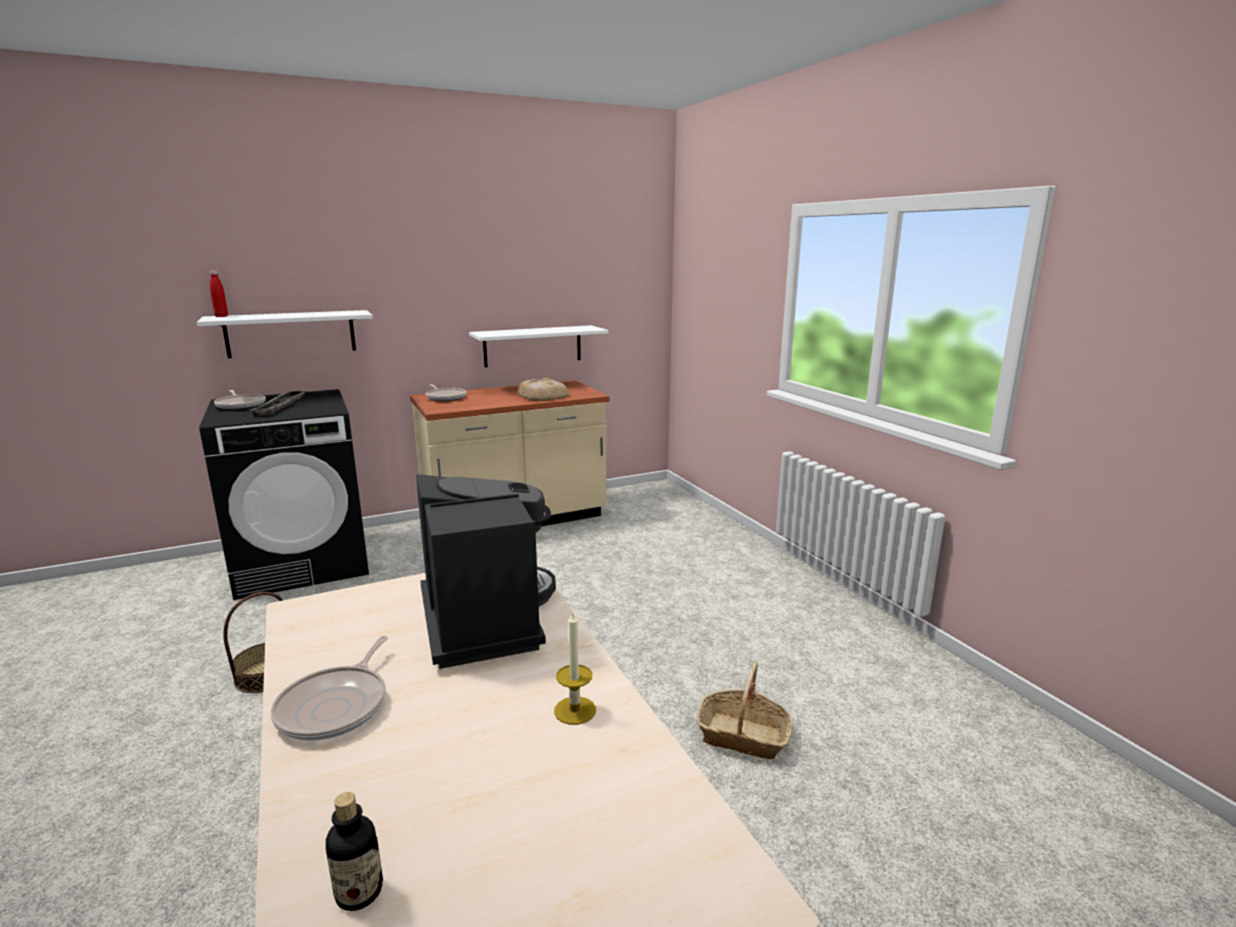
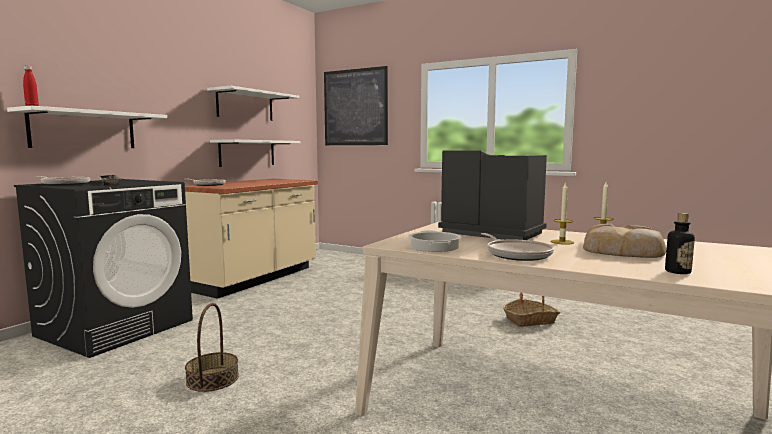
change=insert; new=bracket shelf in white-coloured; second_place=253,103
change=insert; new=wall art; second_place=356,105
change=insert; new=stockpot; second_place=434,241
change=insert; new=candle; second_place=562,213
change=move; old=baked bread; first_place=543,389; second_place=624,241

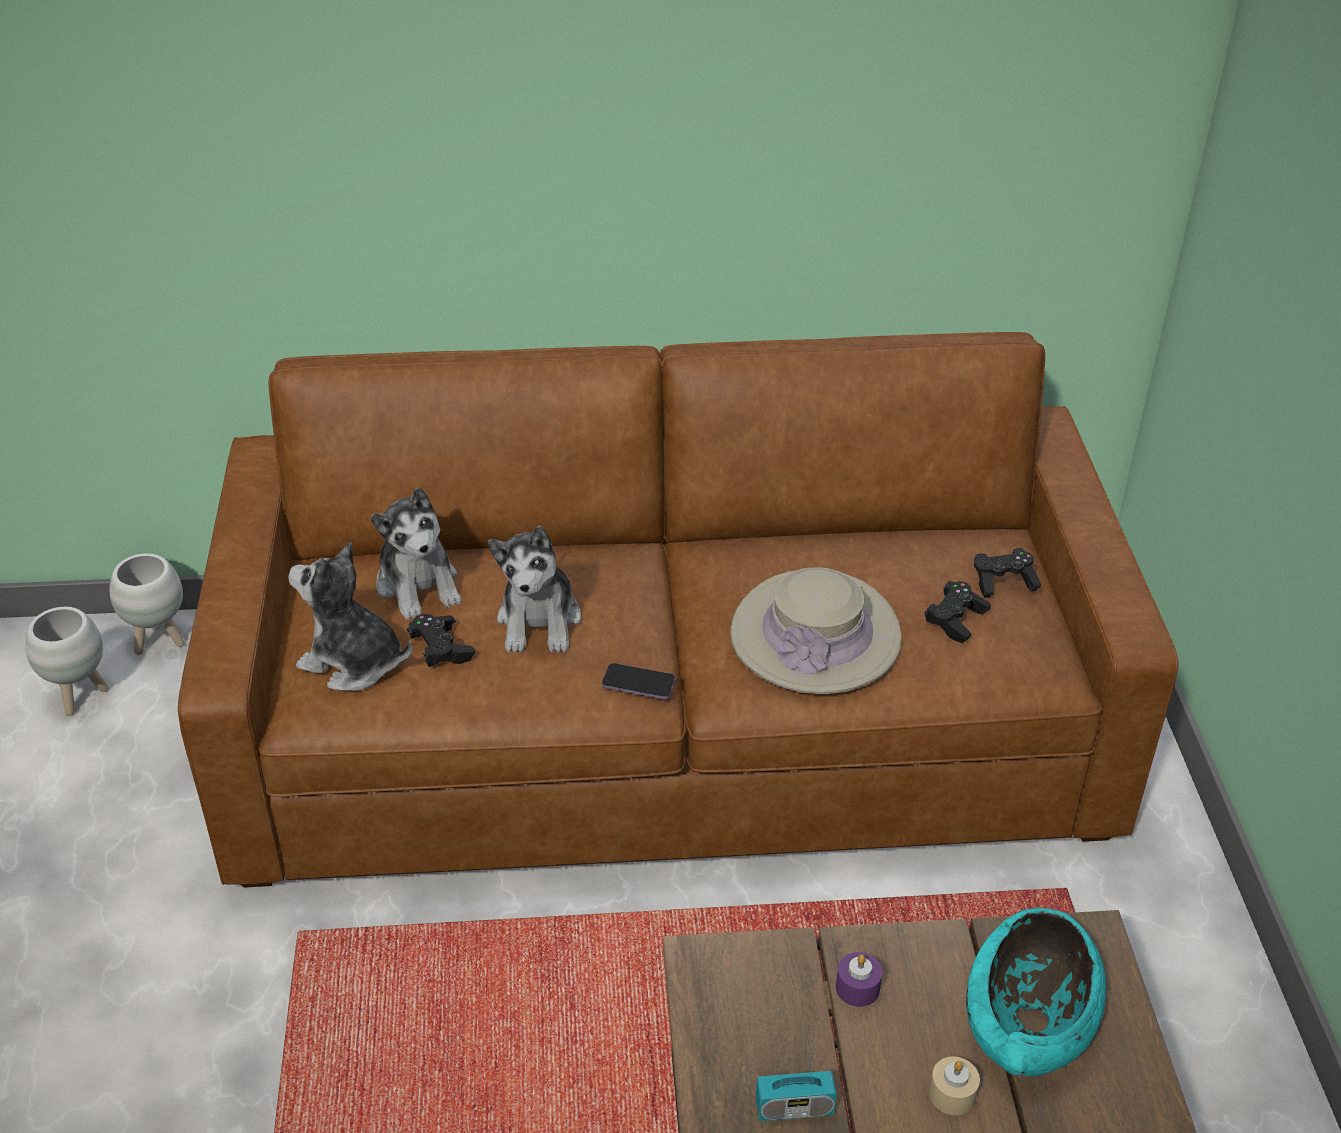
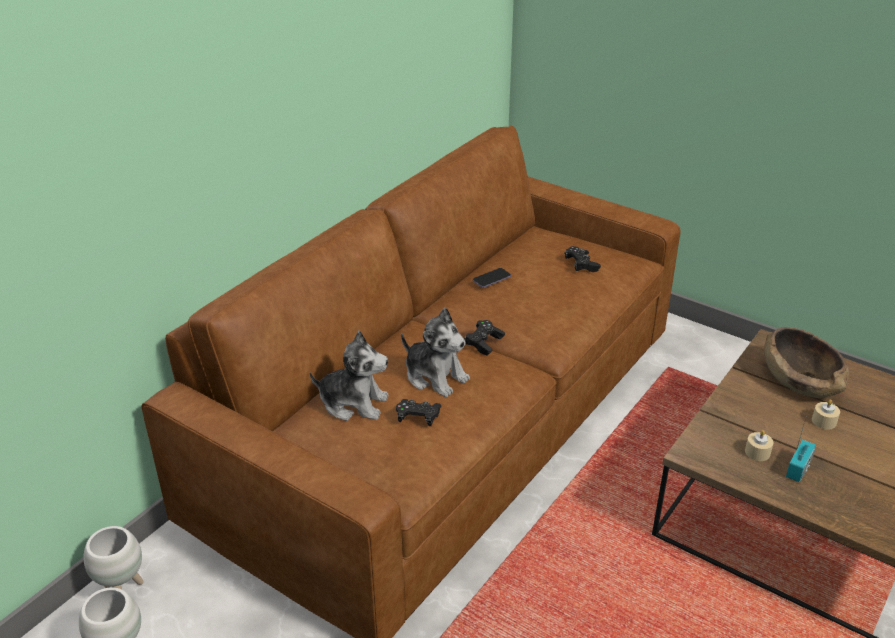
change=delete; old=soft toy; first_place=350,616
change=delete; old=wearable hat in beige; first_place=816,630
change=delete; old=candle in purple-coloured; first_place=859,979
change=insert; new=candle in beige; second_place=759,445
change=move; old=phone; first_place=639,681; second_place=492,278
change=move; old=gamepad in blackish; first_place=1007,573; second_place=484,338
change=recolor; old=deep dish in blue-green; new=deep dish in brownish; first_place=1036,992; second_place=806,362

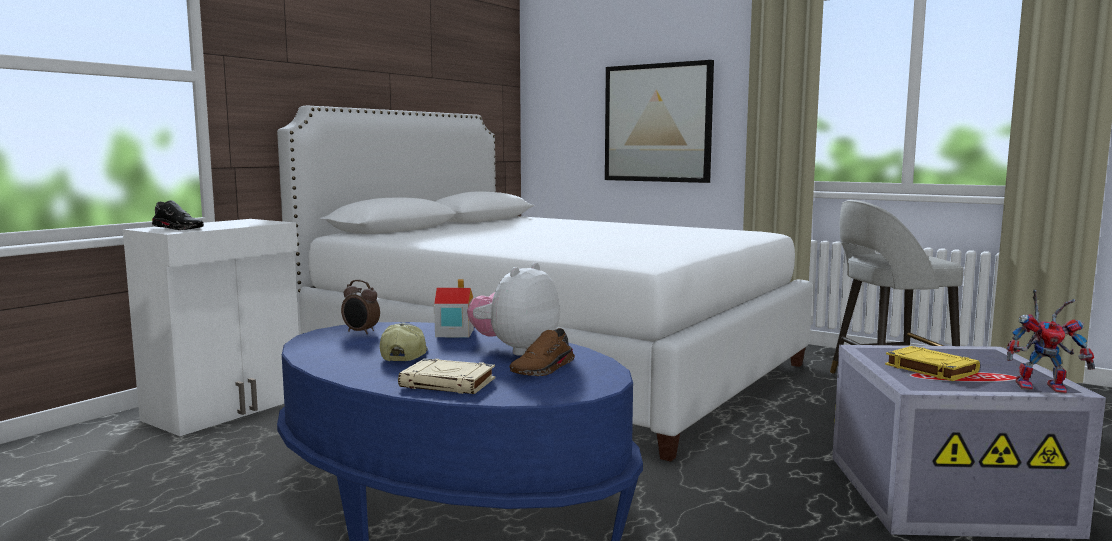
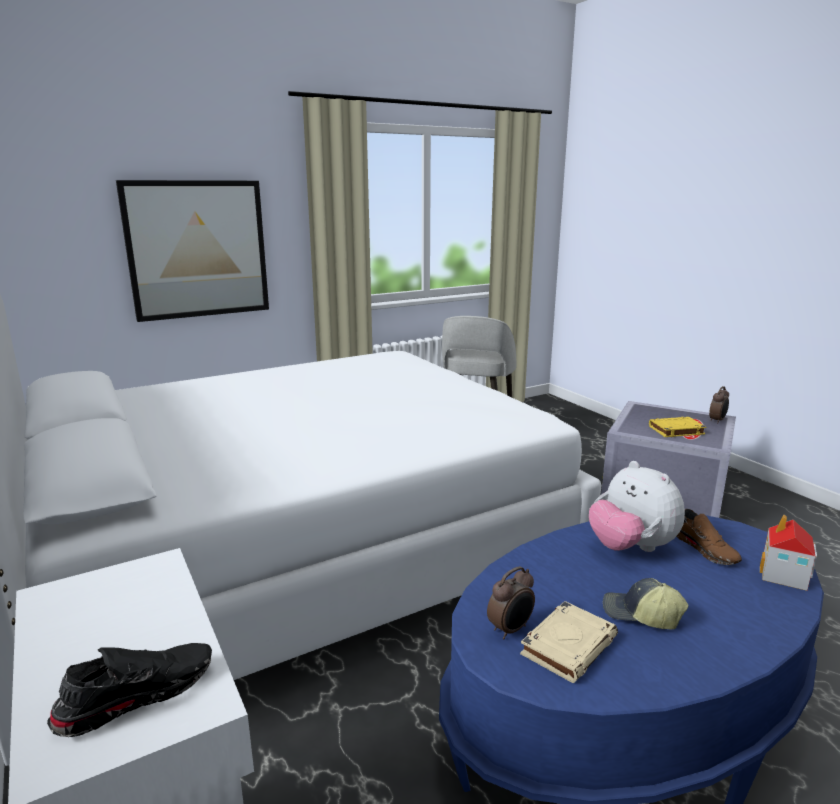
change=move; old=bound book in beige; first_place=446,376; second_place=569,642
change=move; old=miniature house; first_place=453,308; second_place=788,553
change=replace; old=robot figure; new=bedside clock; first_place=1051,341; second_place=719,405

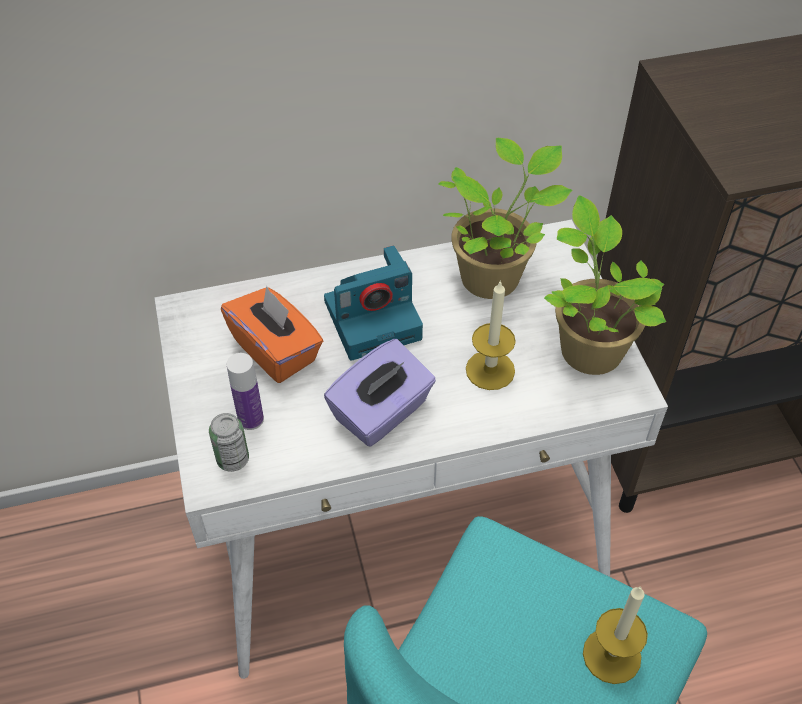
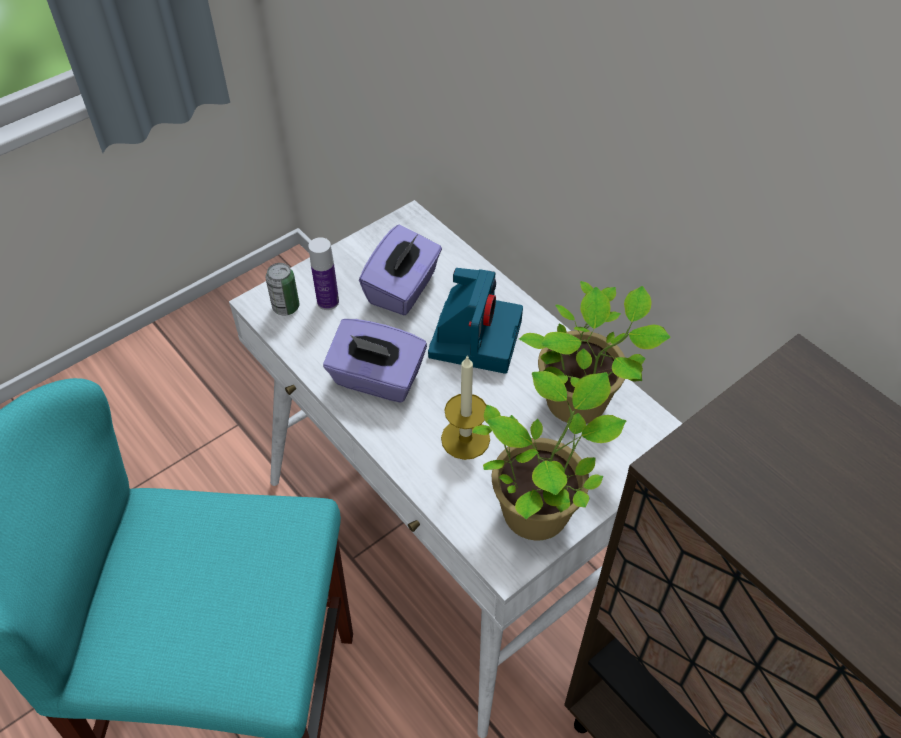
change=delete; old=candle; first_place=615,635
change=recolor; old=tissue holder in orange; new=tissue holder in purple-coloured; first_place=272,334; second_place=400,269
change=rotate; old=still camera; first_place=373,303; second_place=475,321; degrees=-120

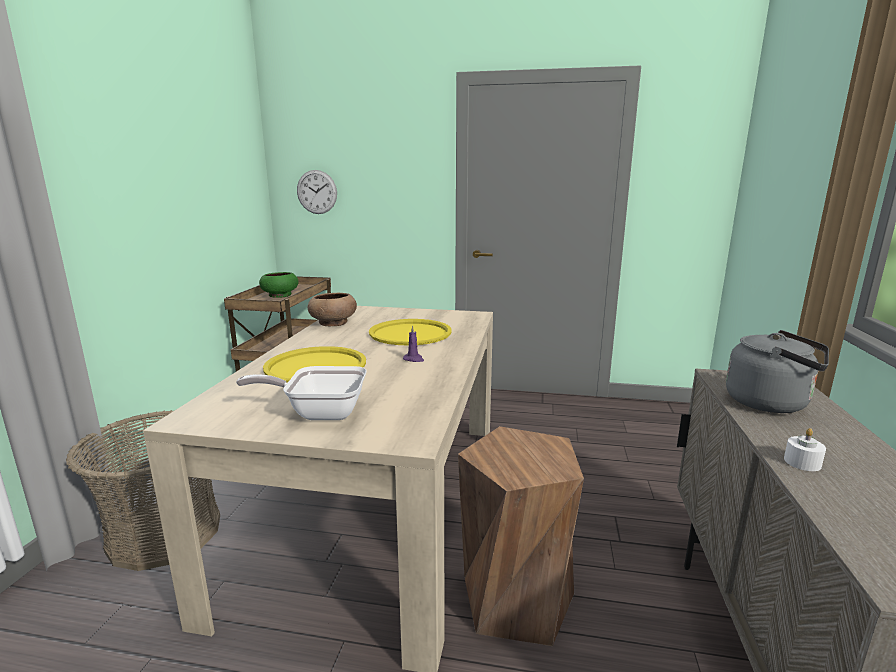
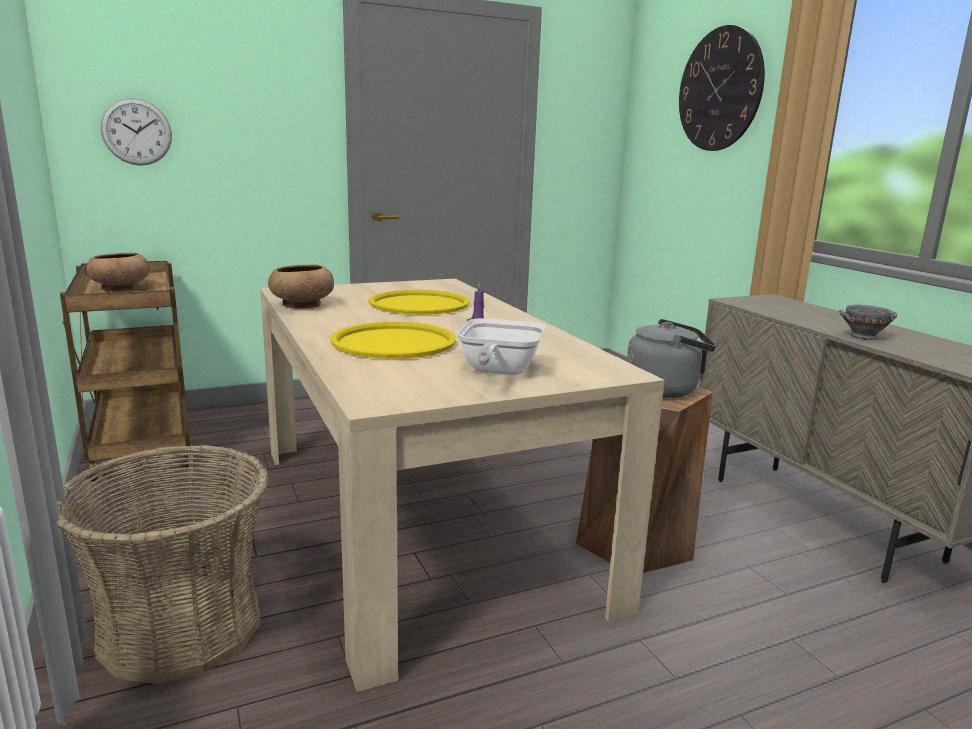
change=insert; new=clock on the wall; second_place=722,88
change=move; old=kettle in gray; first_place=777,371; second_place=671,358
change=replace; old=candle in white-coloured; new=deep dish in gray; first_place=805,449; second_place=868,322
change=recolor; old=deep dish in greenish; new=deep dish in brownish; first_place=279,285; second_place=118,272
change=rotate; old=frying pan; first_place=301,393; second_place=501,347; degrees=-45

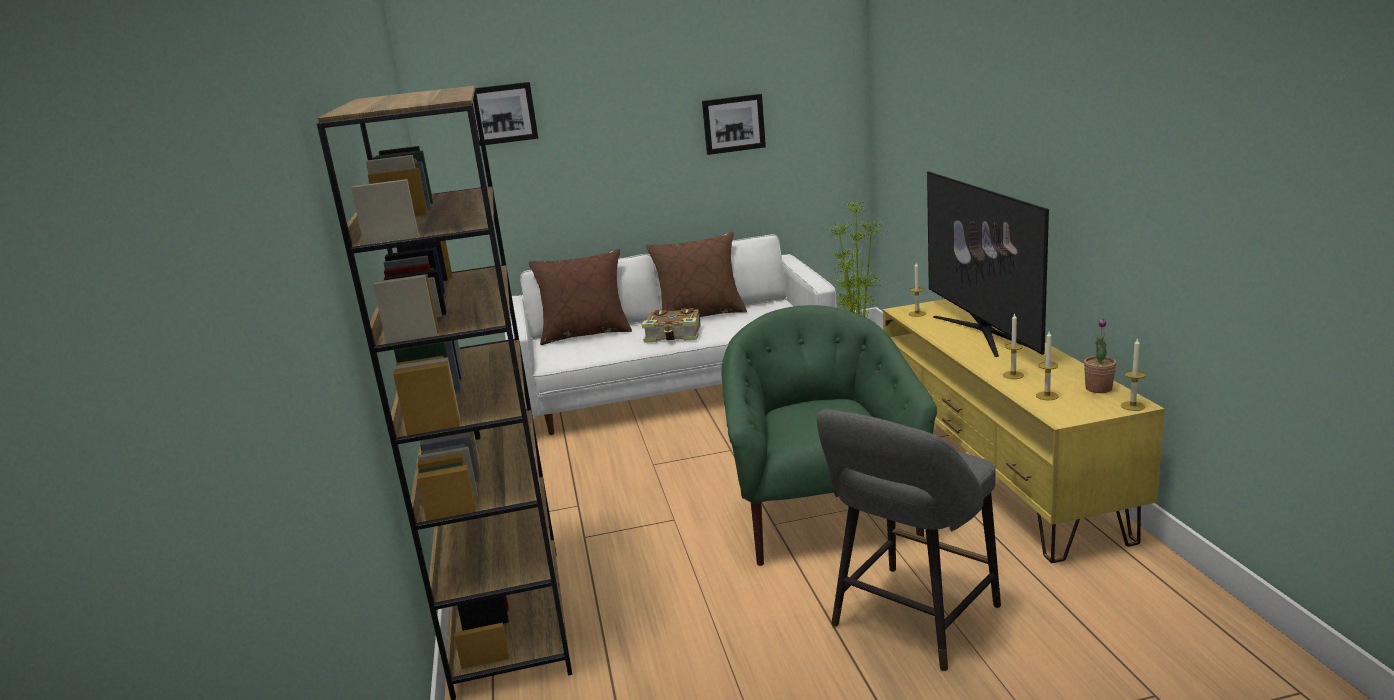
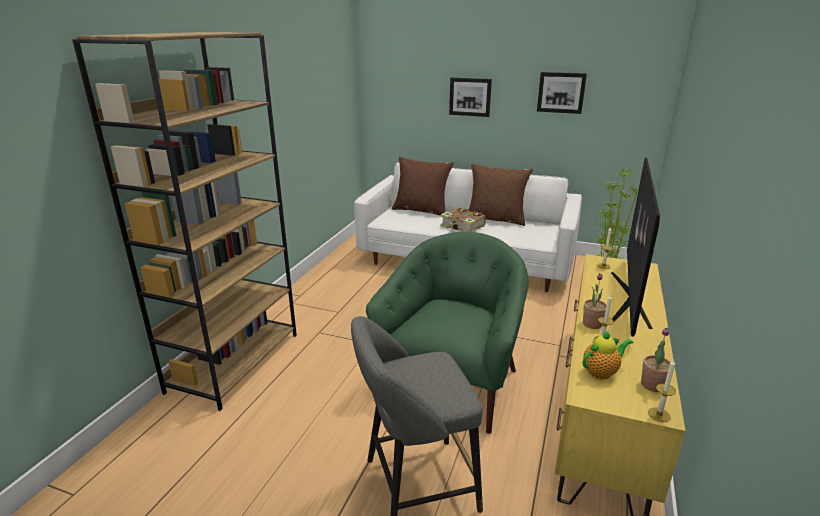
change=insert; new=potted plant; second_place=595,301
change=move; old=wall art; first_place=505,114; second_place=470,97
change=replace; old=candle; new=teapot; first_place=1047,365; second_place=608,355

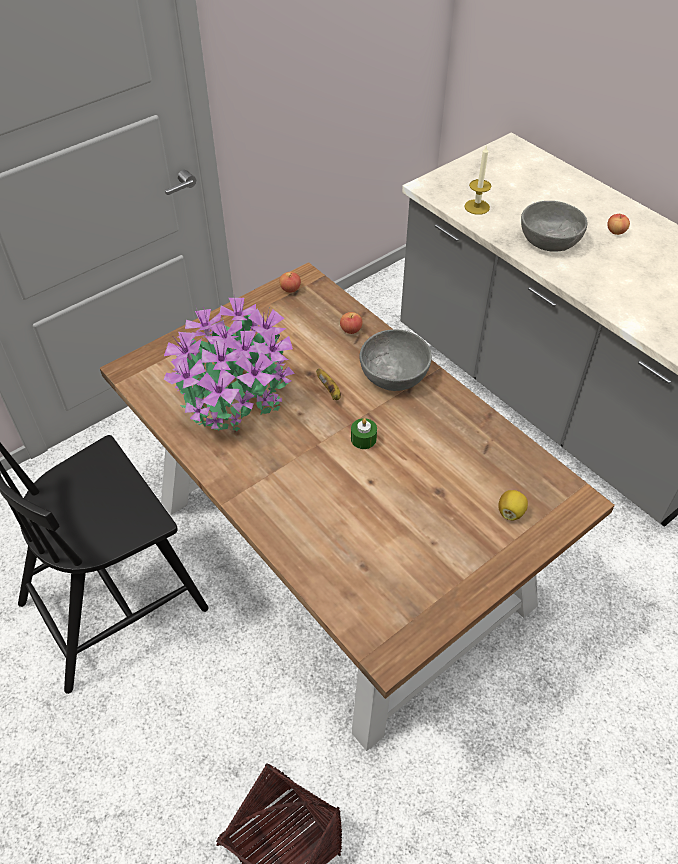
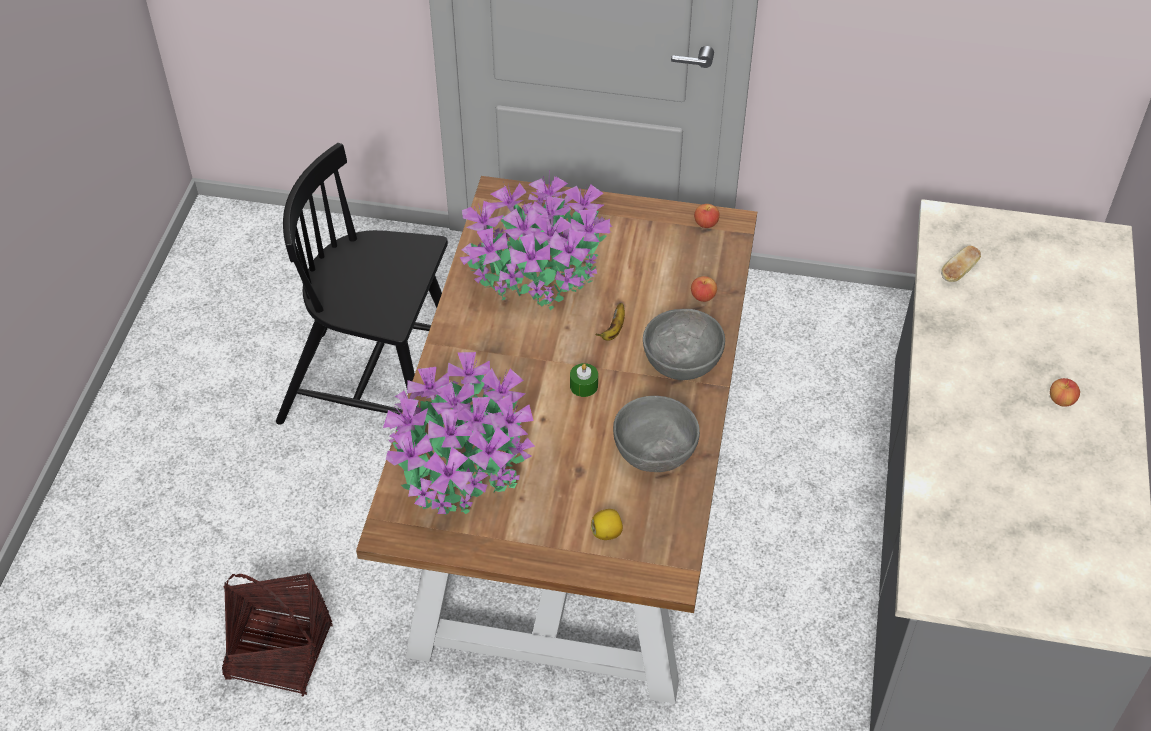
change=insert; new=potted plant; second_place=459,433
change=move; old=deep dish in gray; first_place=554,226; second_place=656,434
change=replace; old=candle; new=baked bread; first_place=477,180; second_place=961,264

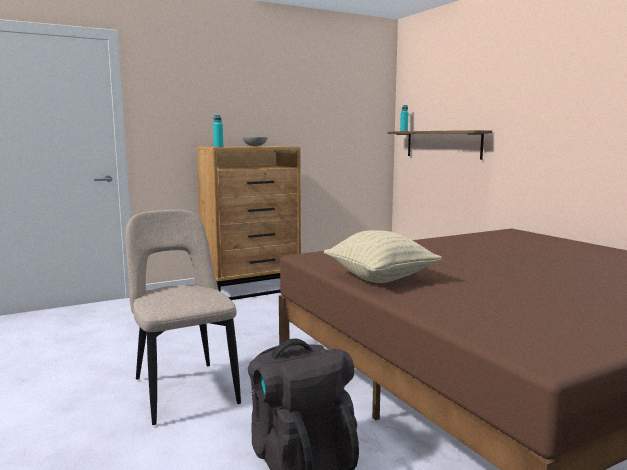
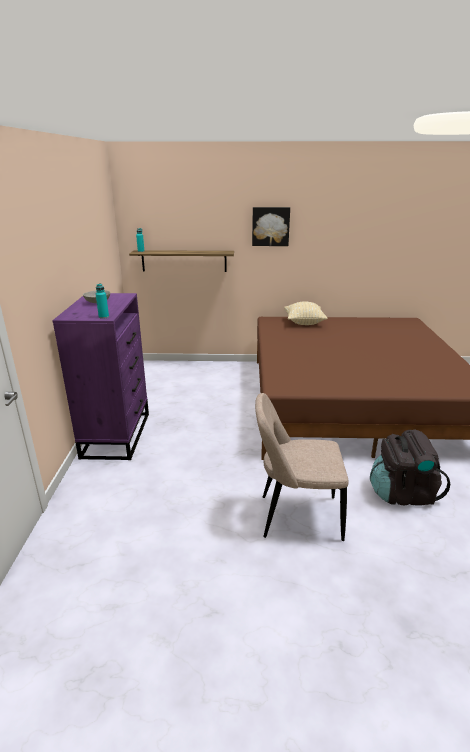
change=insert; new=wall art; second_place=271,226
change=move; old=cushion in beige; first_place=383,256; second_place=306,313
change=recolor; old=chest of drawers in brownish; new=chest of drawers in purple-coloured; first_place=249,223; second_place=100,376

